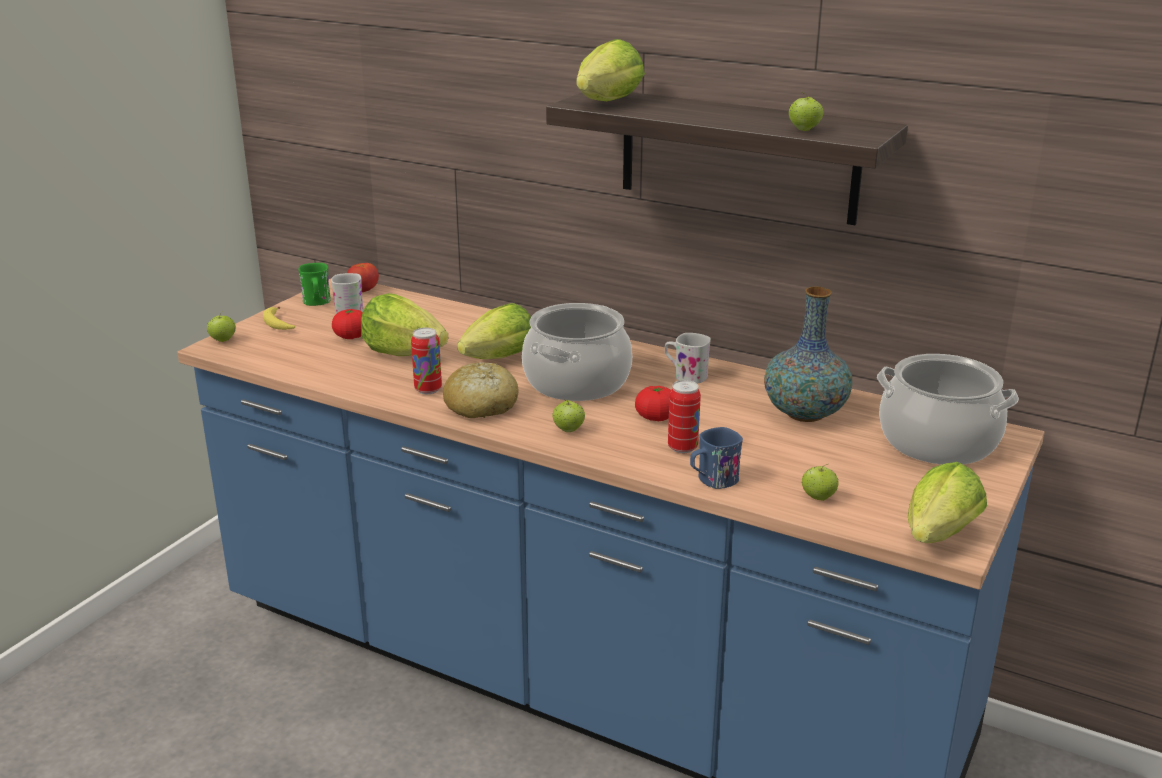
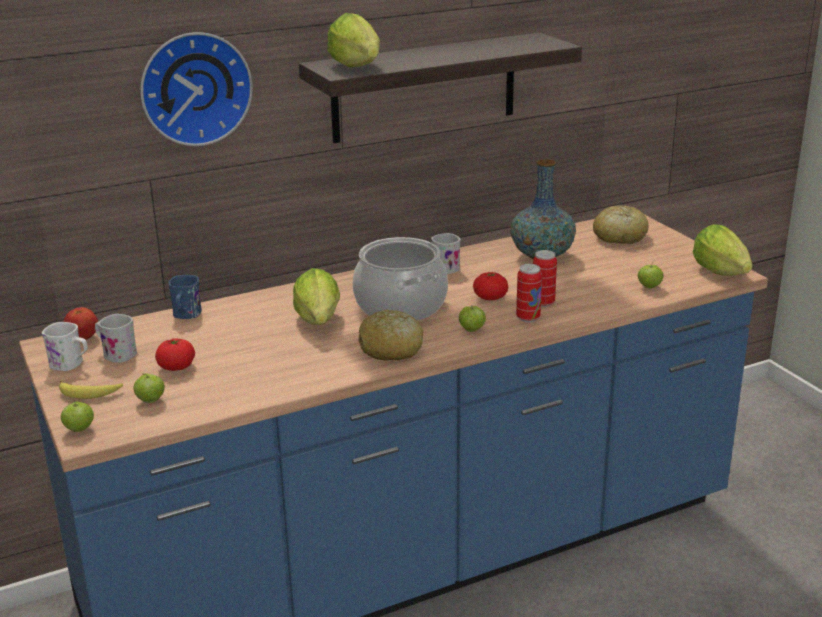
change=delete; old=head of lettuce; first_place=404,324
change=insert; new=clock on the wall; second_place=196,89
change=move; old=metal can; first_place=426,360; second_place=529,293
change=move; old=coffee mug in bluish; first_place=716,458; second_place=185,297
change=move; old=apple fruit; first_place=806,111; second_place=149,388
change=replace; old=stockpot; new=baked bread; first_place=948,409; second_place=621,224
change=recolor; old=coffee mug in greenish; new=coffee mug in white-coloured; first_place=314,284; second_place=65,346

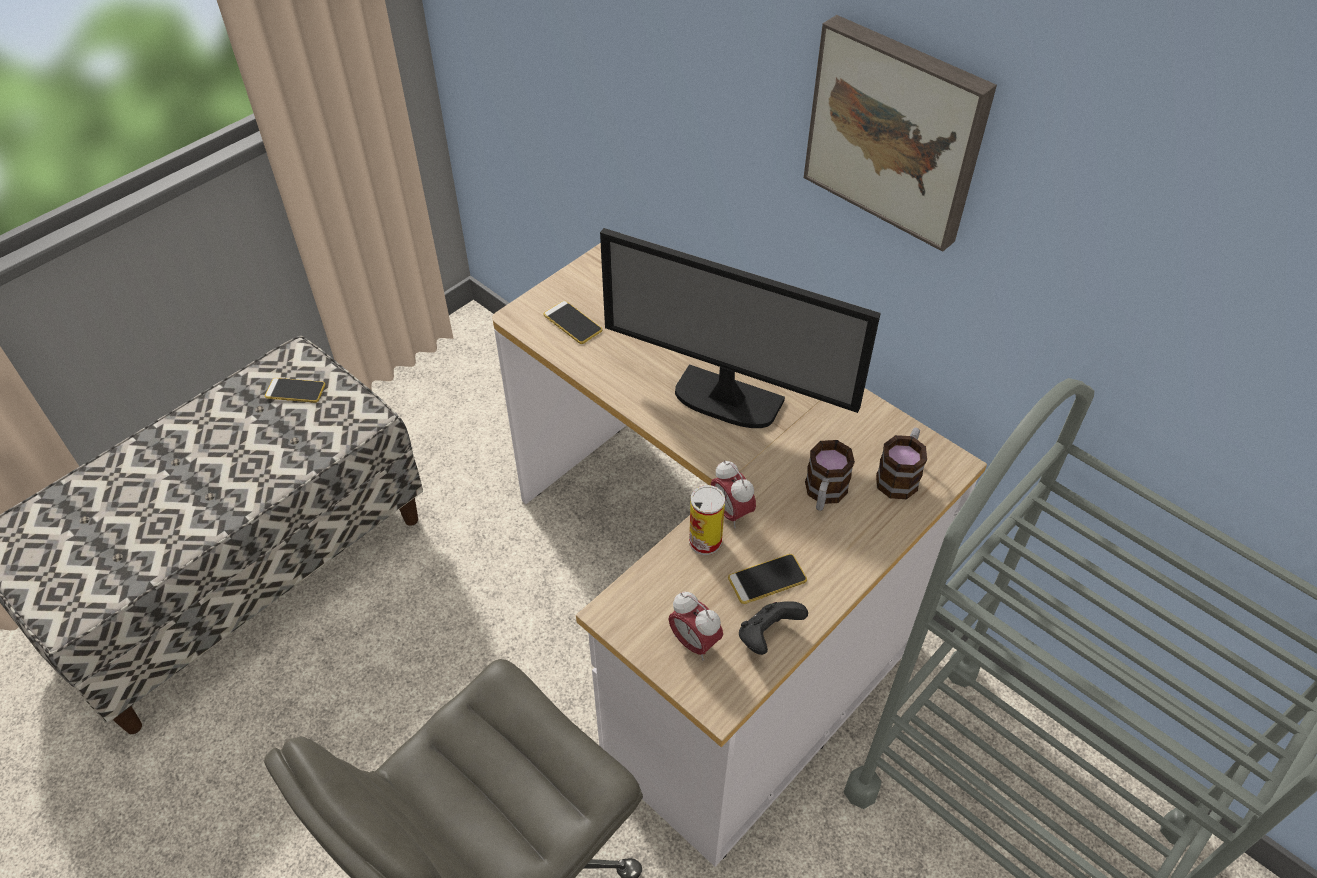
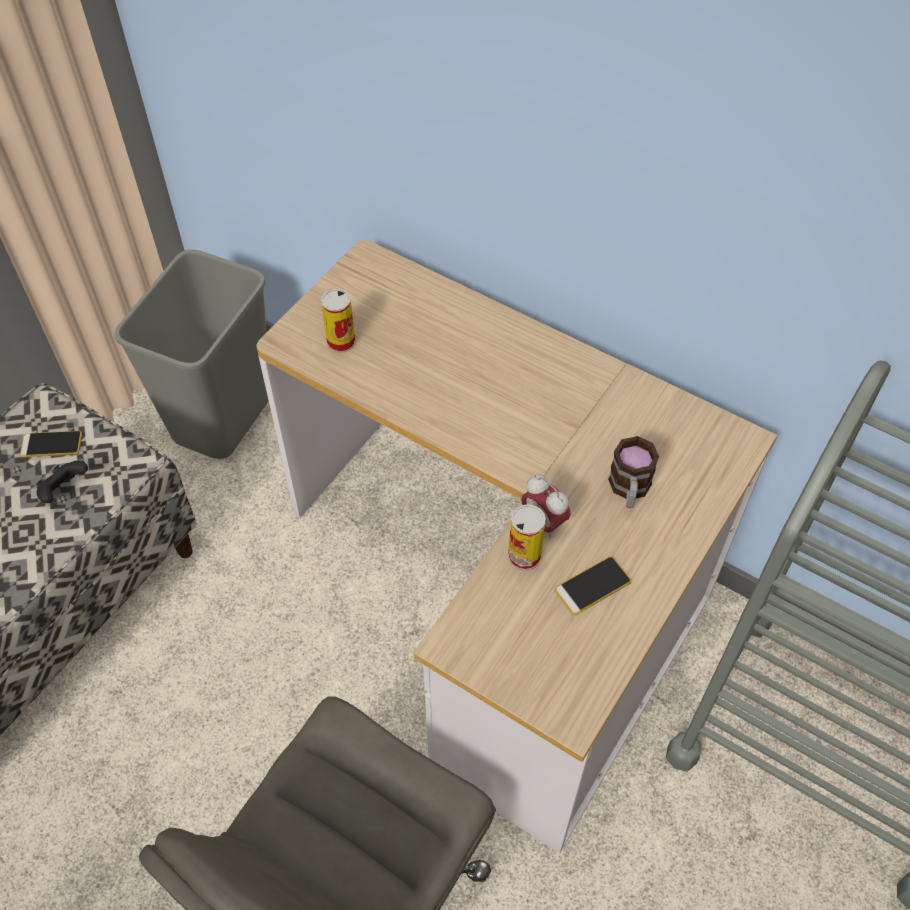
change=delete; old=monitor; first_place=740,328
change=delete; old=bedside clock; first_place=695,626
change=delete; old=wall art; first_place=900,133
change=delete; old=coffee mug; first_place=901,463
change=insert; new=waste bin in gray; second_place=191,354
change=move; old=gamepad in blackish; first_place=773,628; second_place=62,481
change=replace; old=phone; new=metal can; first_place=573,322; second_place=338,320

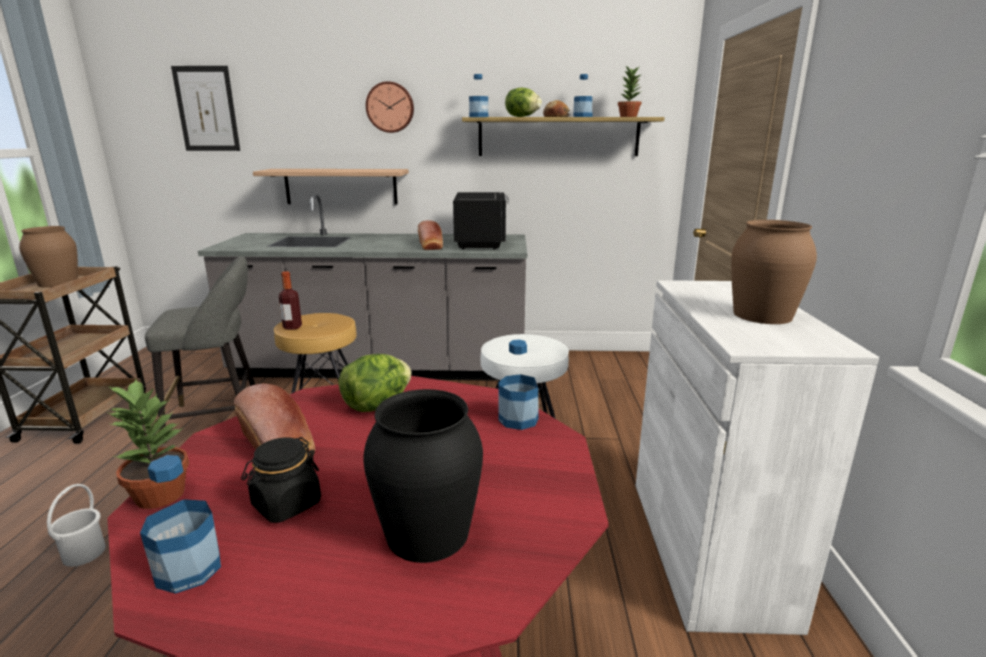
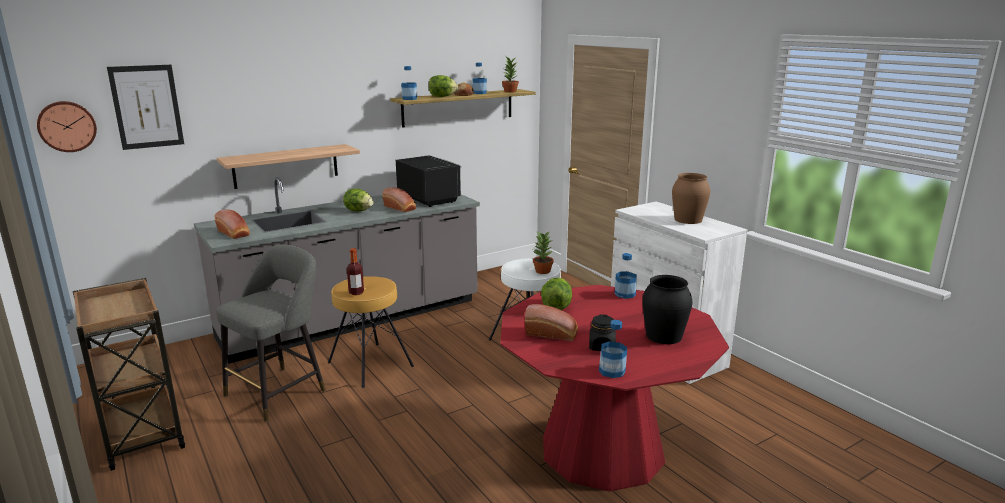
change=delete; old=decorative vase in brownish; first_place=48,257
change=delete; old=pail in white-coloured; first_place=76,525
change=insert; new=baked bread; second_place=232,224
change=insert; new=head of lettuce; second_place=358,200
change=move; old=potted plant; first_place=148,444; second_place=543,253
change=move; old=clock on the wall; first_place=390,107; second_place=67,126

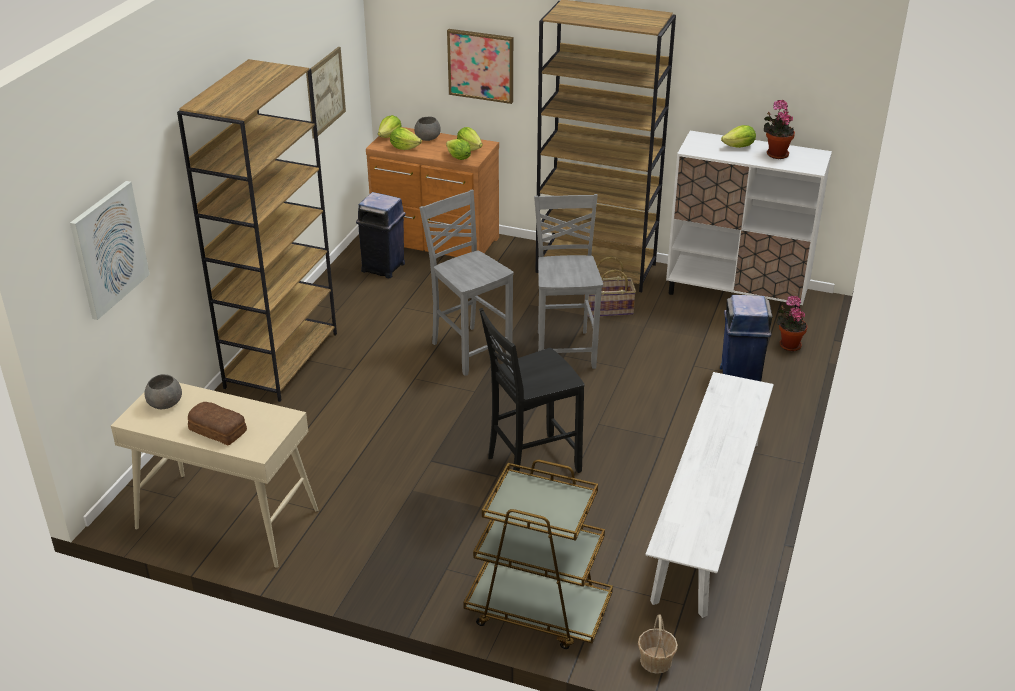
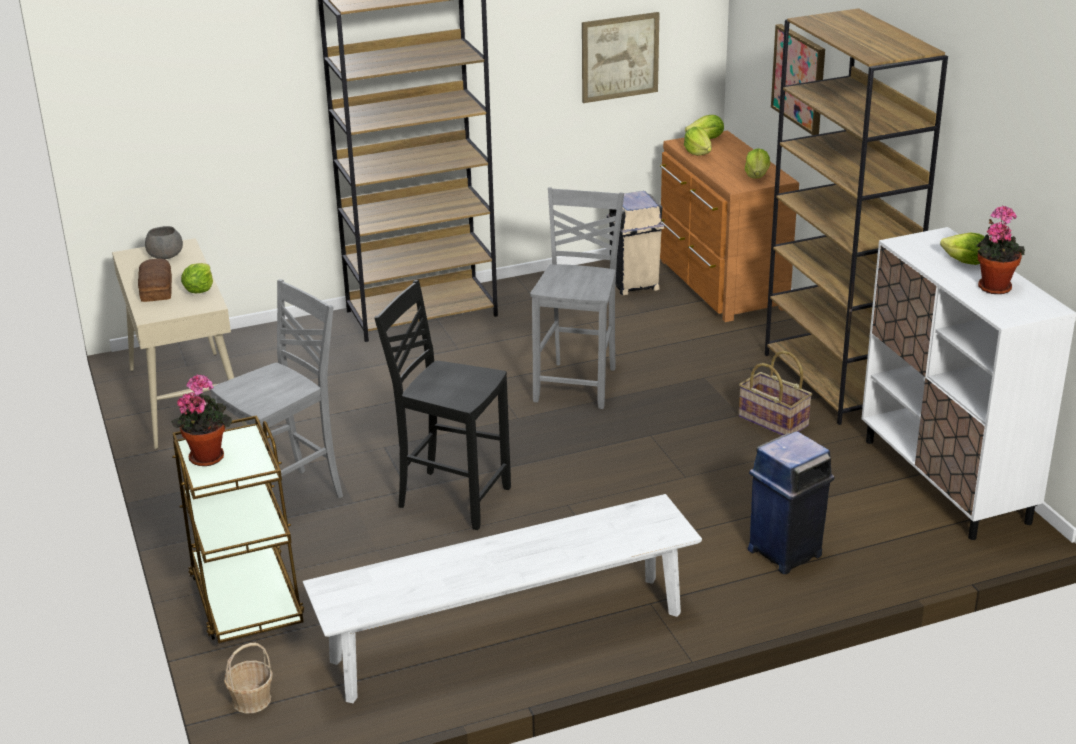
change=delete; old=wall art; first_place=110,250
change=delete; old=deep dish in gray; first_place=427,129
change=move; old=head of lettuce; first_place=458,149; second_place=197,278
change=move; old=chair in gray; first_place=568,281; second_place=276,388
change=move; old=potted plant; first_place=792,323; second_place=201,420
change=recolor; old=waste bin in bluish; new=waste bin in beige; first_place=381,235; second_place=635,243

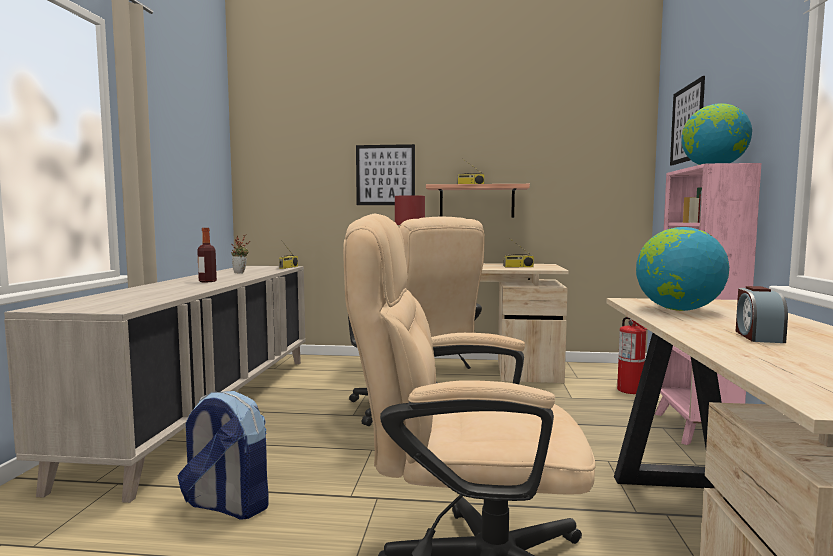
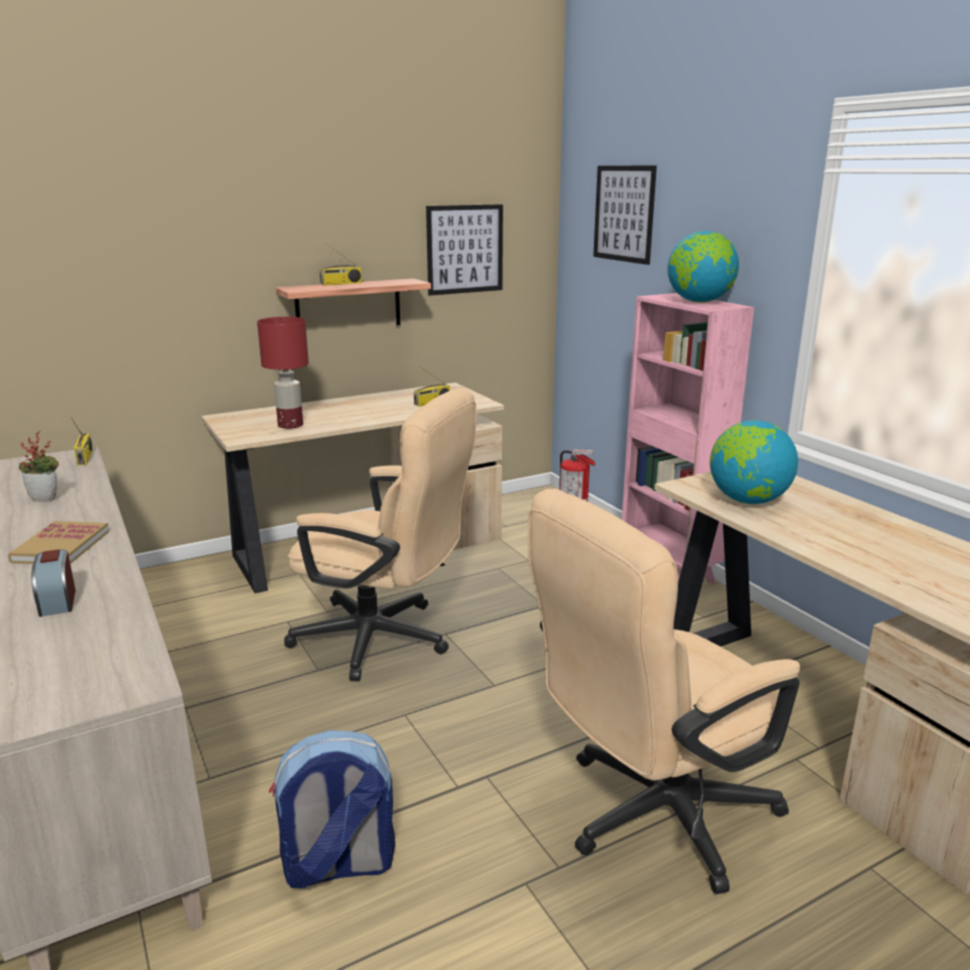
change=move; old=wall art; first_place=385,174; second_place=464,250
change=move; old=bedside clock; first_place=762,314; second_place=53,583
change=replace; old=bottle; new=bound book; first_place=207,255; second_place=58,542

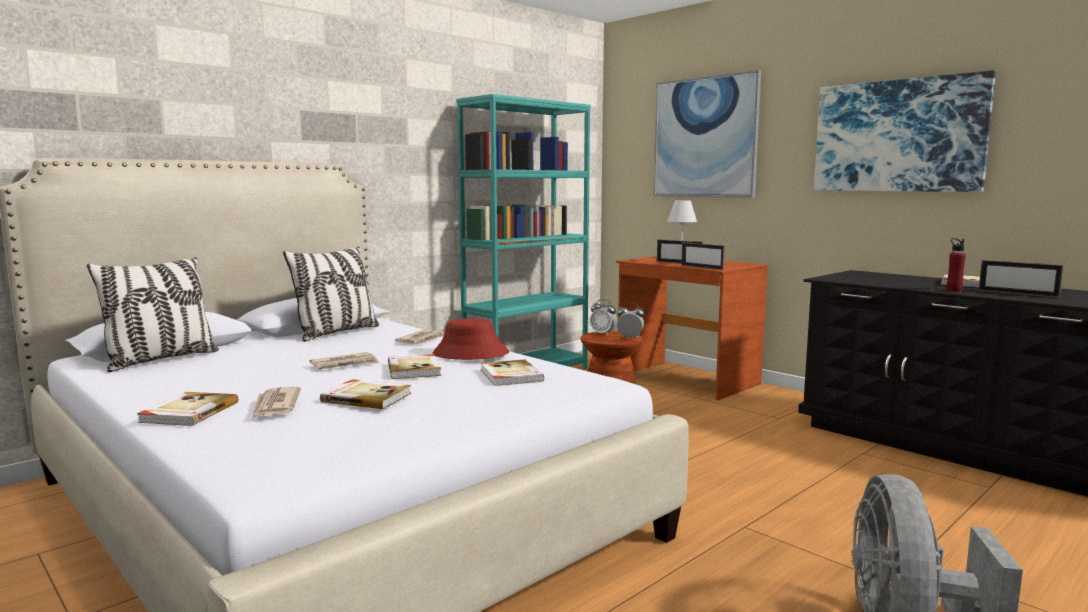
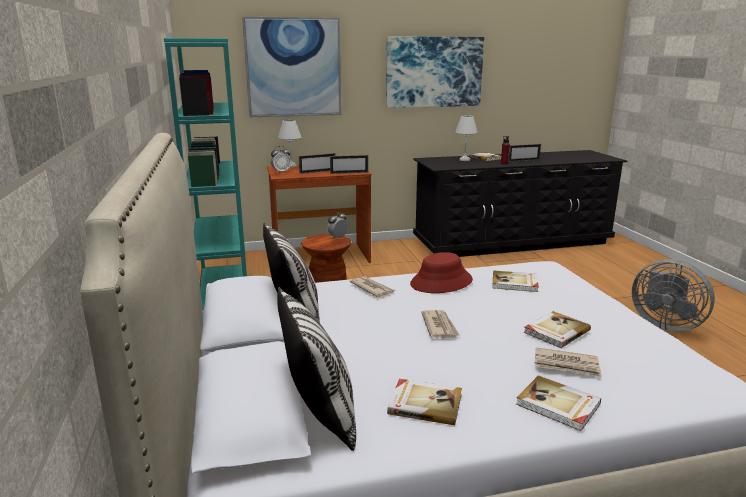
change=insert; new=lamp for a table in white-coloured; second_place=466,138
change=move; old=bound book; first_place=414,366; second_place=424,402
change=move; old=bedside clock; first_place=603,317; second_place=281,159

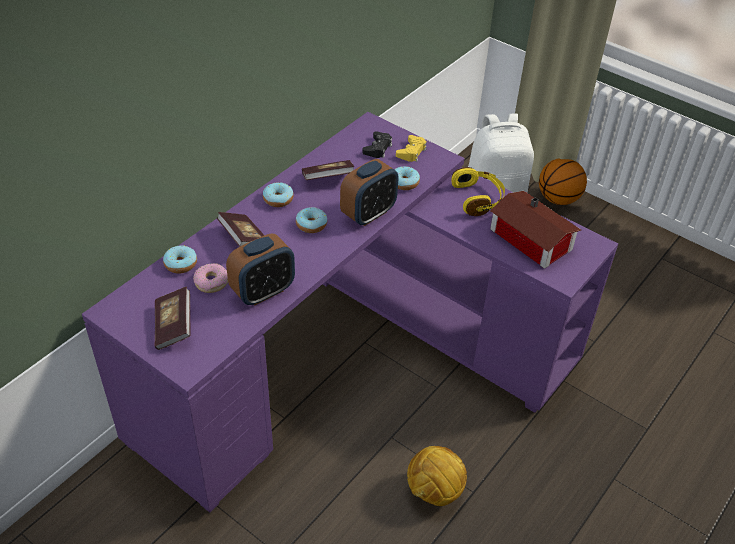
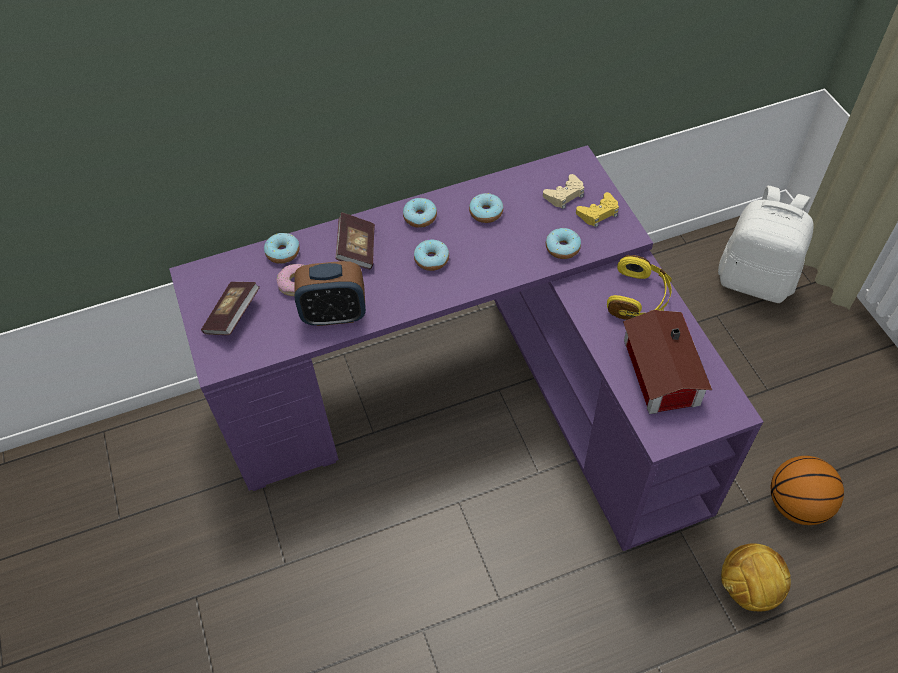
change=delete; old=bedside clock; first_place=369,192
change=move; old=football; first_place=437,476; second_place=756,577
change=move; old=basketball ball; first_place=563,181; second_place=807,490
change=replace; old=bound book; new=doughnut; first_place=328,170; second_place=486,208
change=recolor; old=gamepad in blackish; new=gamepad in beige; first_place=377,144; second_place=563,191

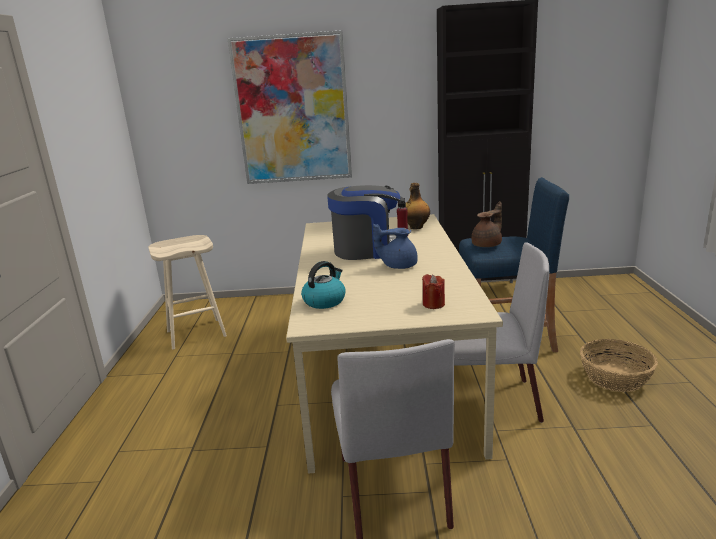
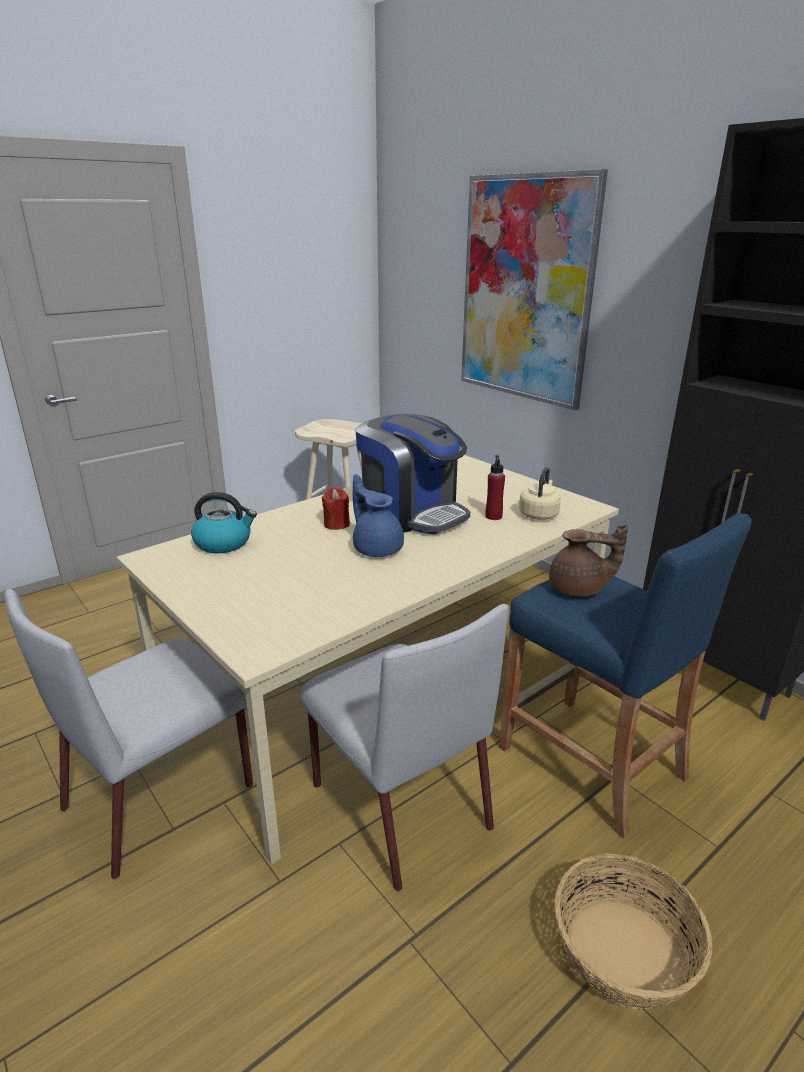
change=move; old=candle in red; first_place=433,291; second_place=336,508
change=replace; old=bottle; new=kettle in beige; first_place=418,206; second_place=540,493

